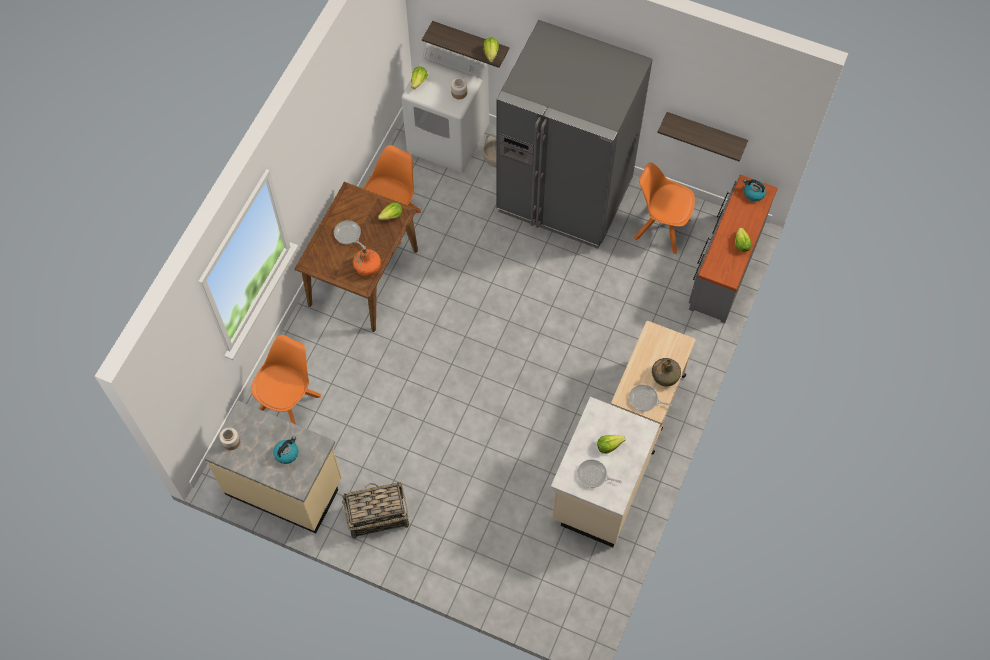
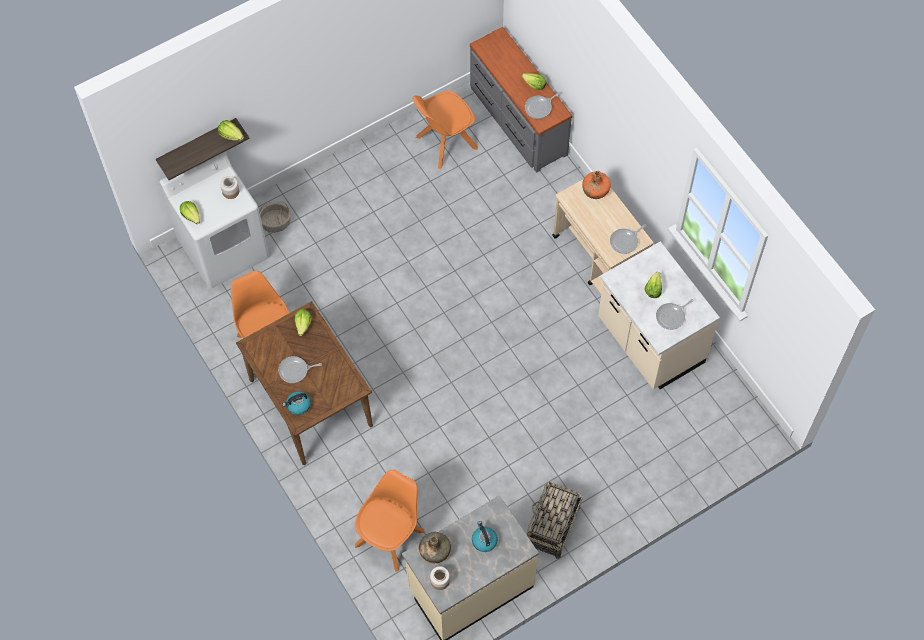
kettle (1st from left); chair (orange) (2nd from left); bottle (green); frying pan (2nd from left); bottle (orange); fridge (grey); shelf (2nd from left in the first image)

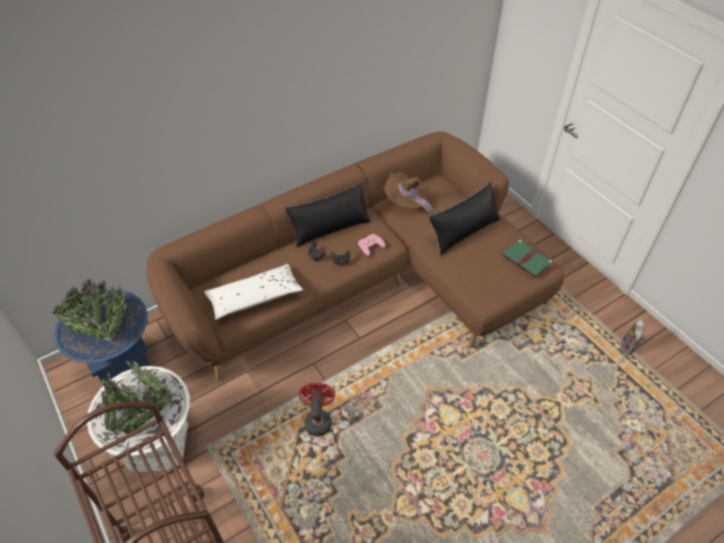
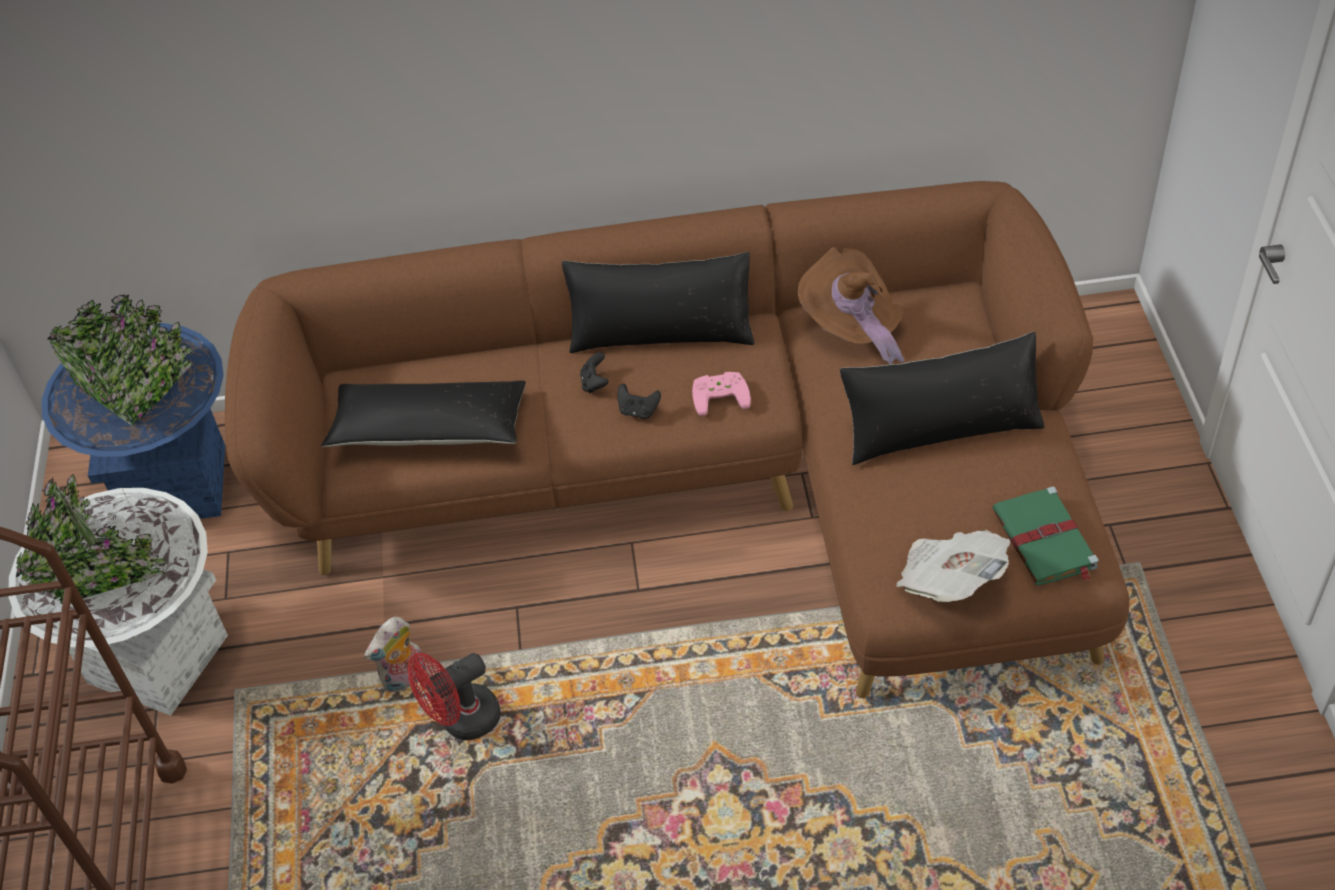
pillow (black) (1st from left); plush toy; fan (red); newspaper

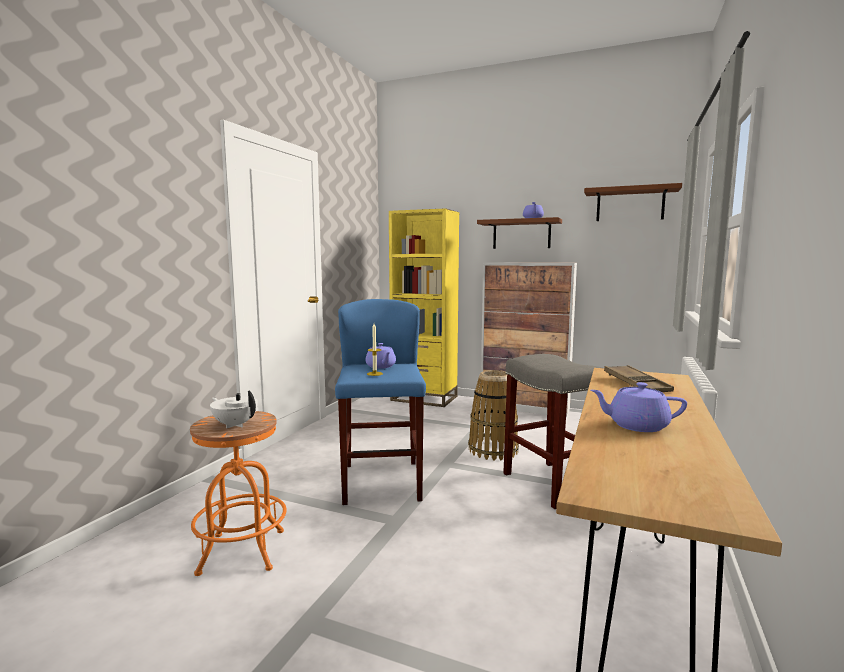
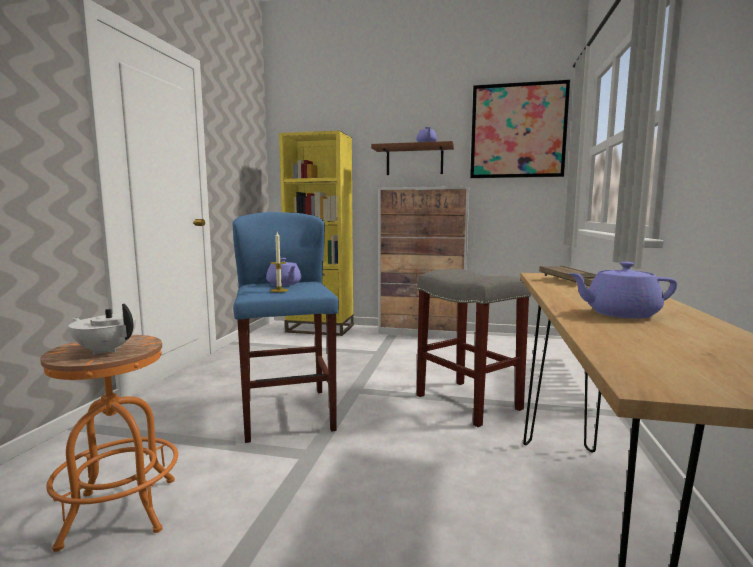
picture; basket

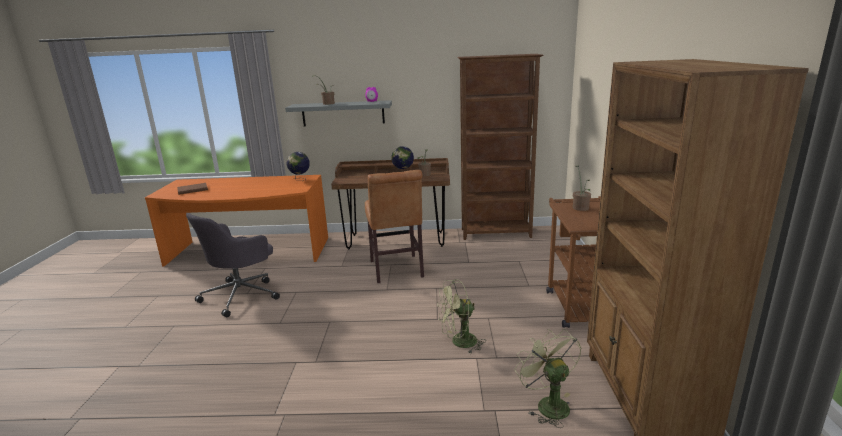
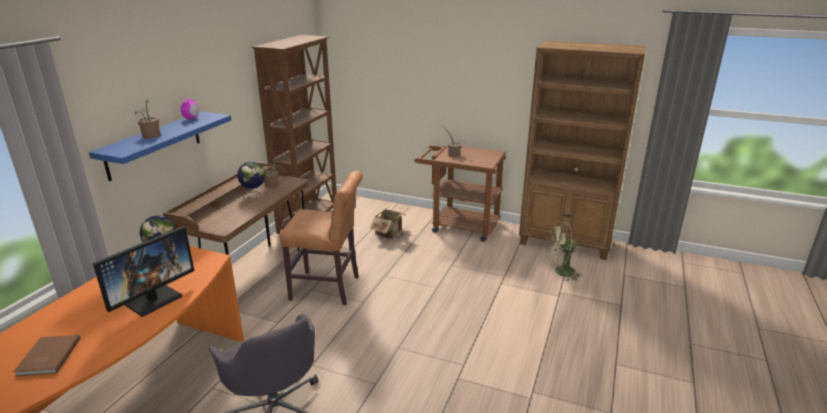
shelf (blue); monitor; cardboard box; fan (green) (1st from left in the first image)

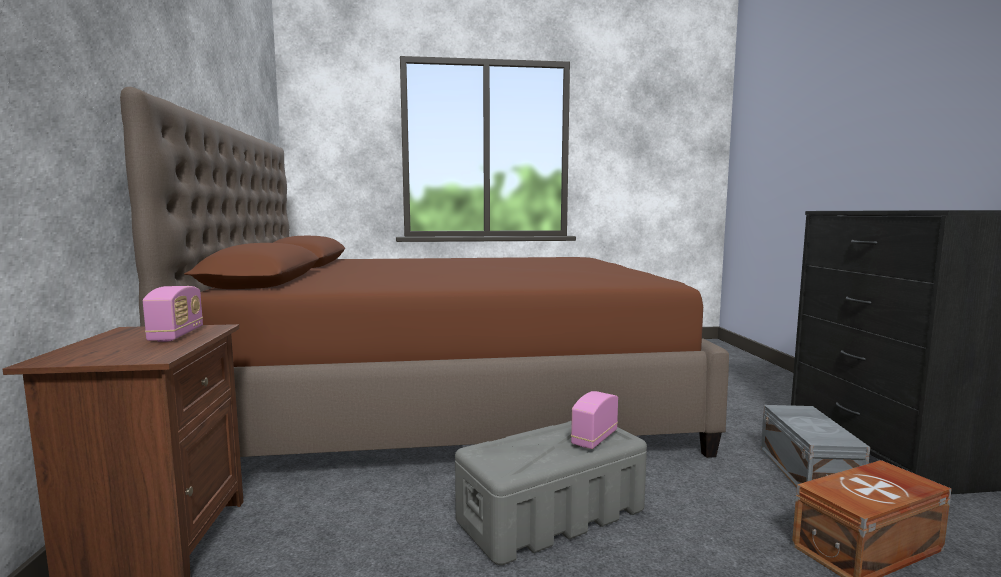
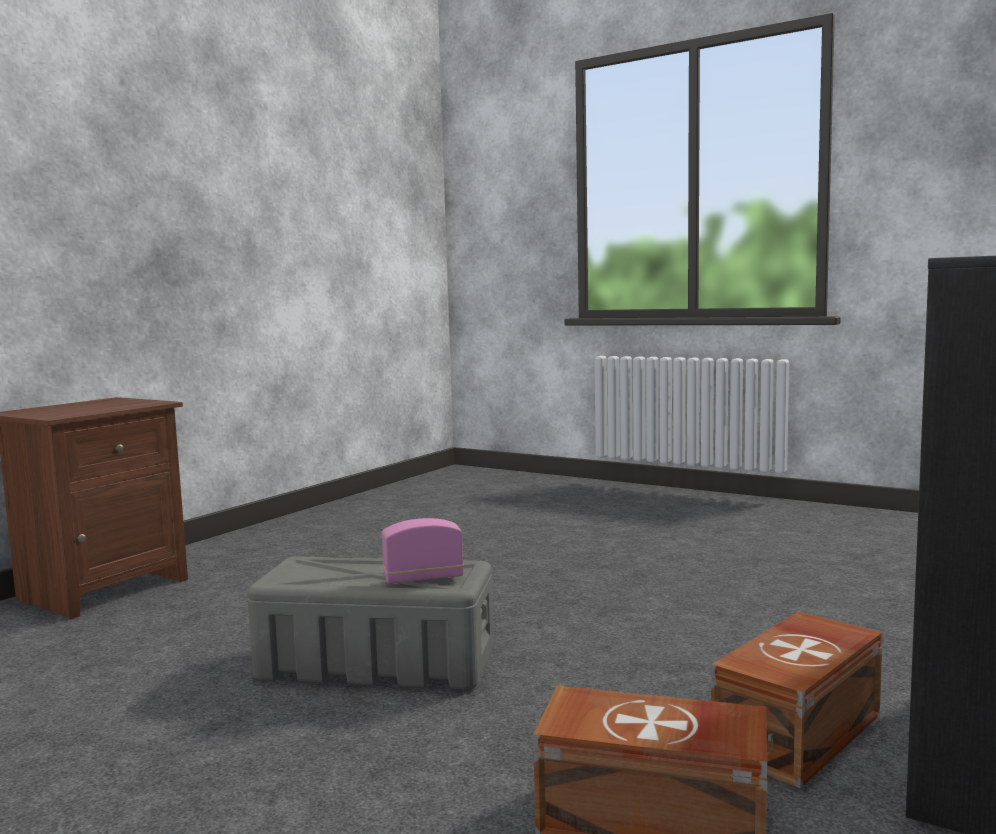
storage box (brown) (2nd from left); bed (brown); radio (1st from left in the first image)

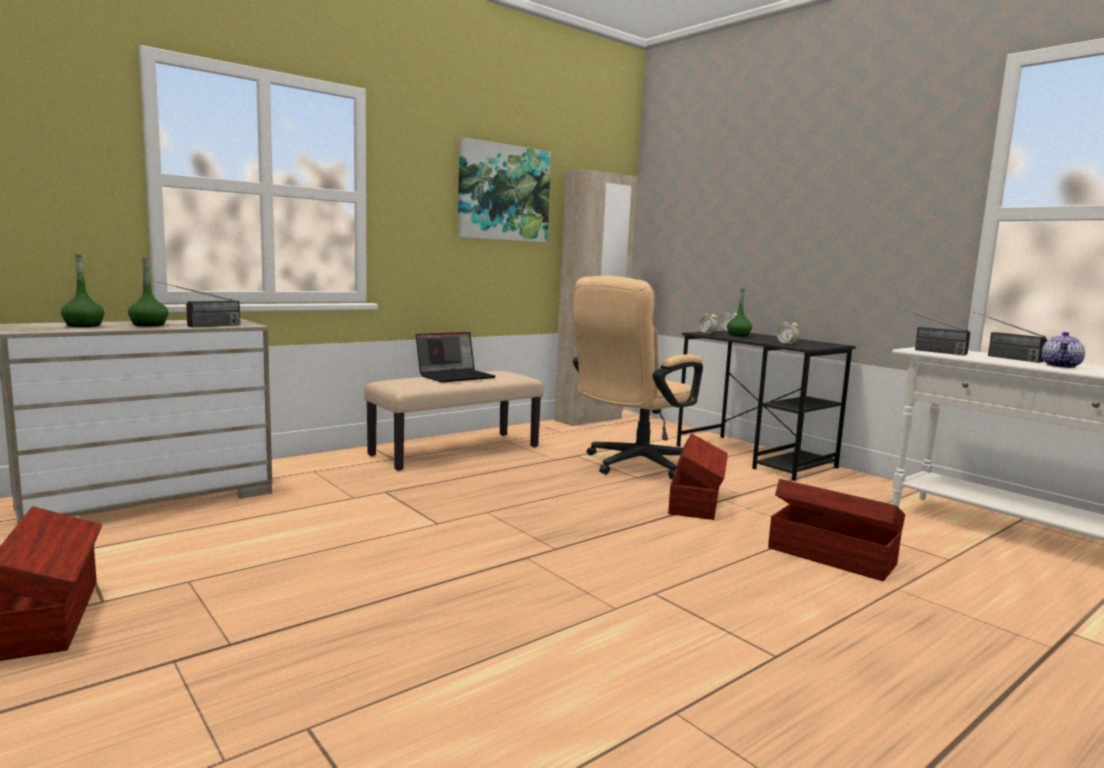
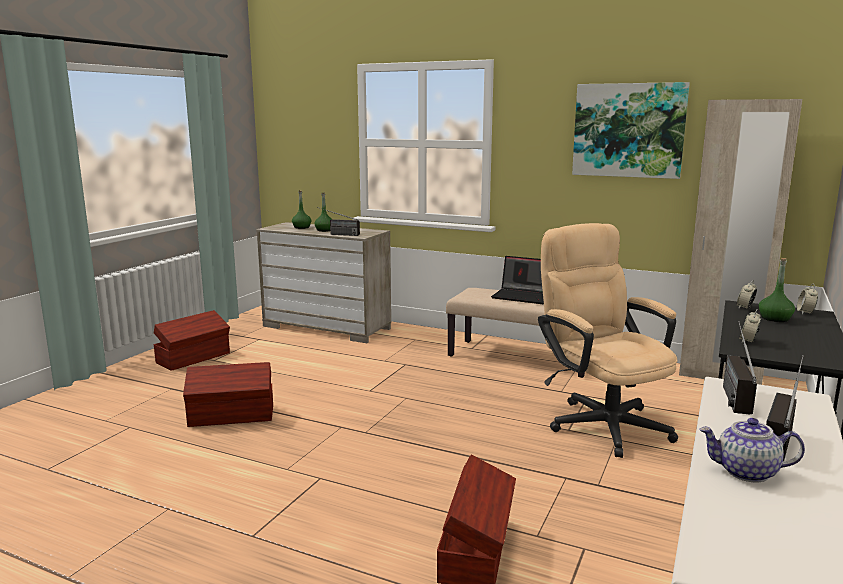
storage box (brown) (2nd from left); office chair (beige)

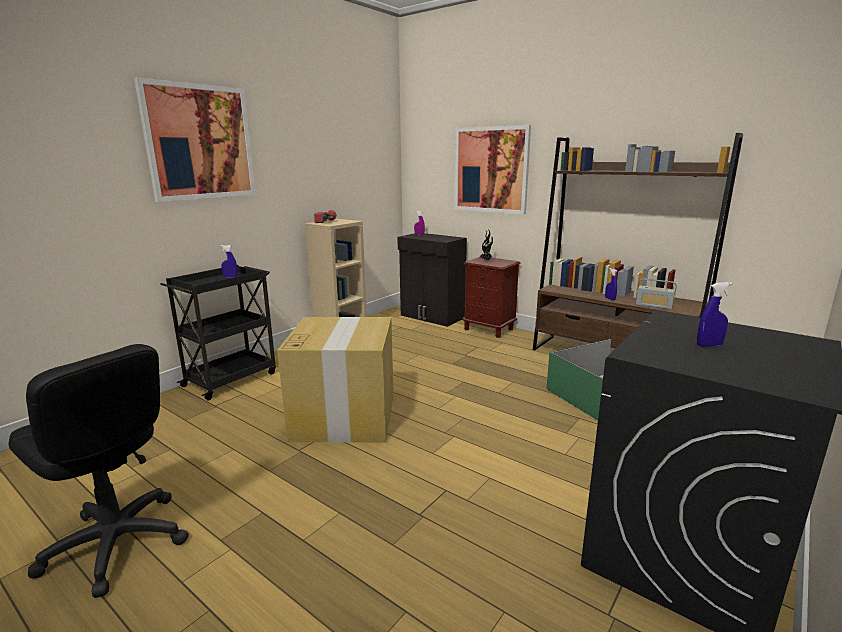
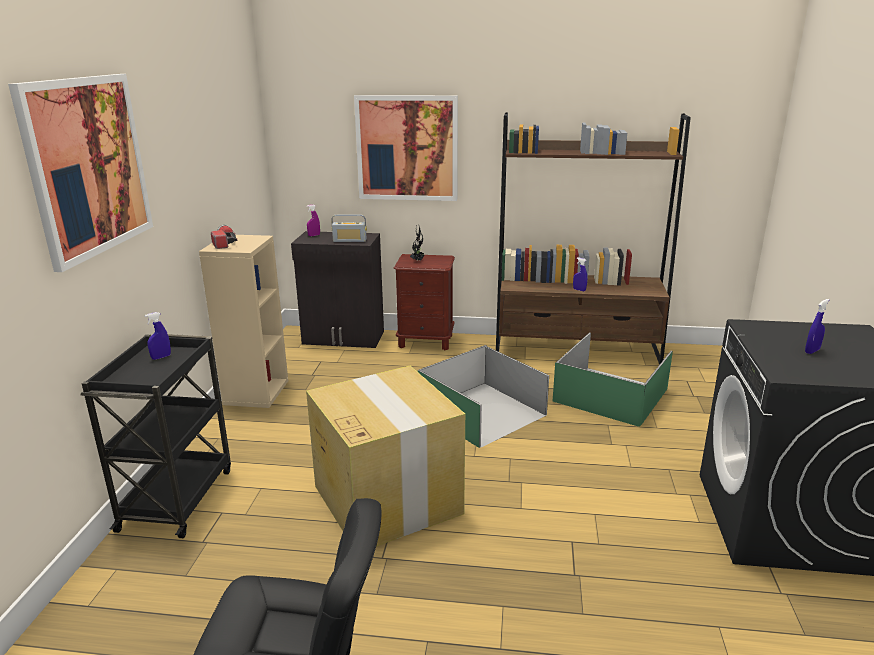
radio; storage box (green) (1st from left)

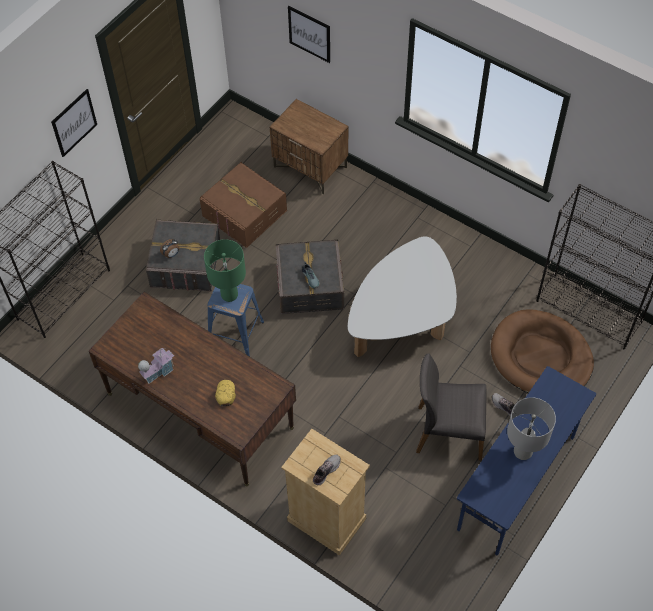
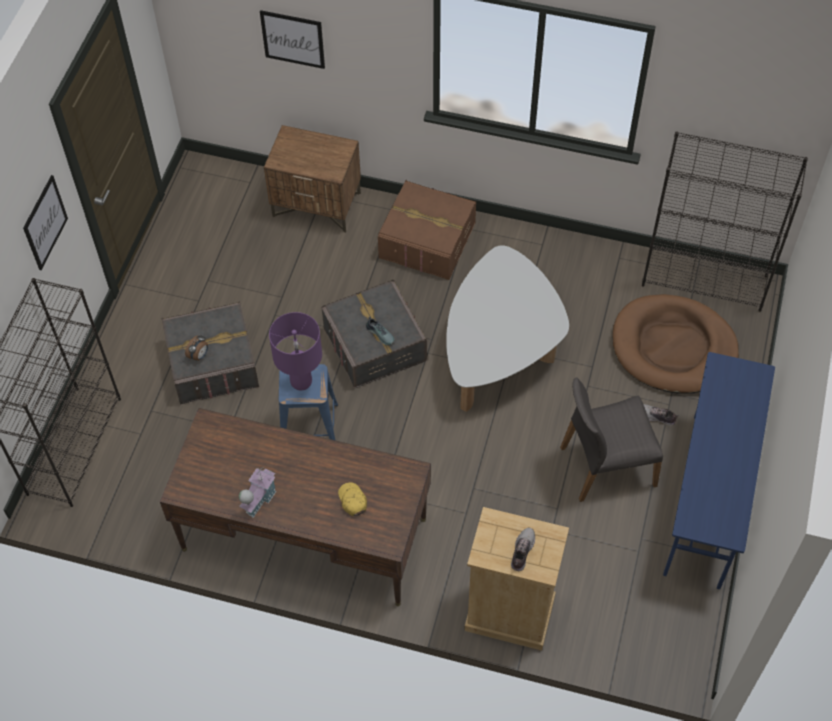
table lamp (purple); storage box (brown); table lamp (grey)

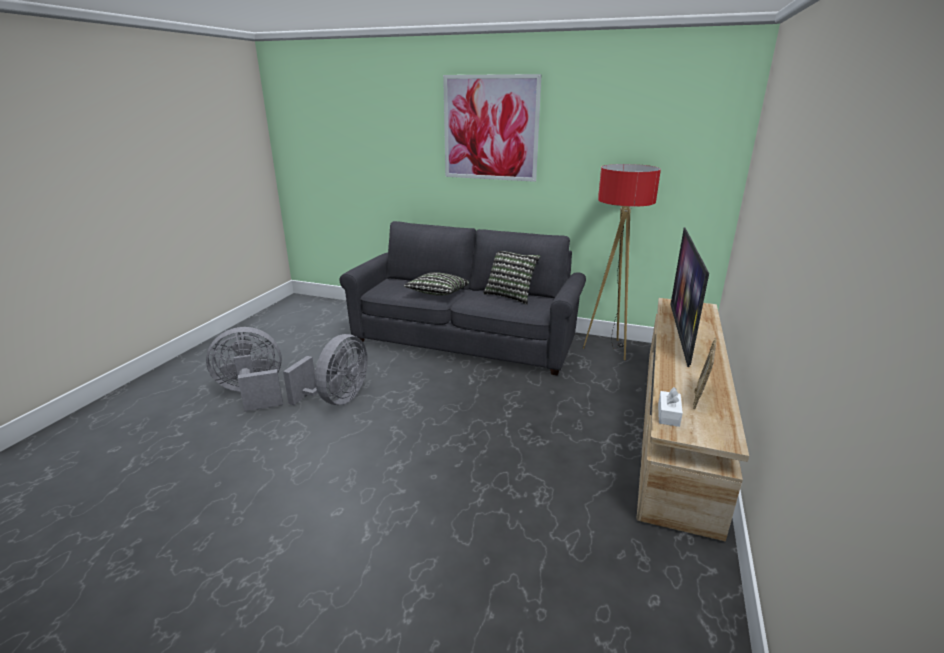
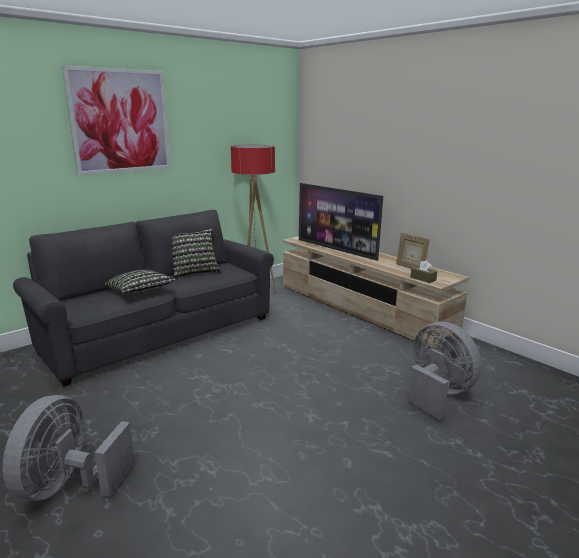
fan (grey) (2nd from left); tissue box (brown)

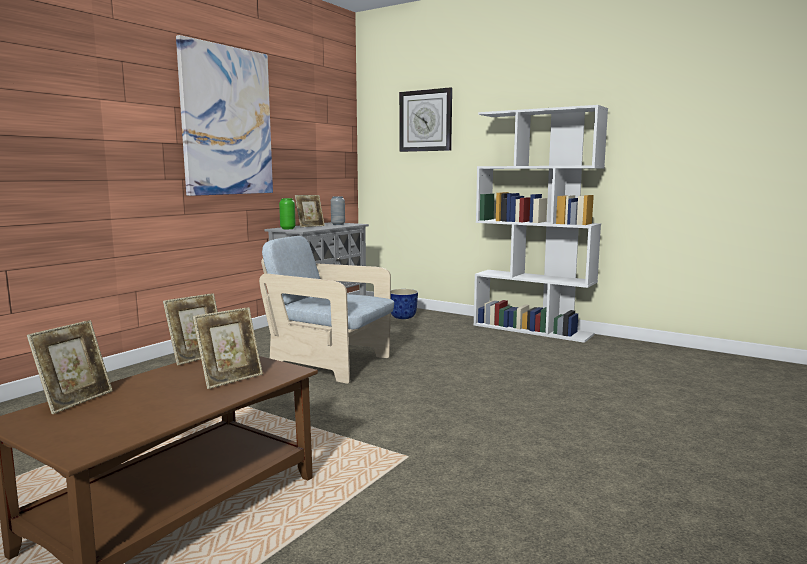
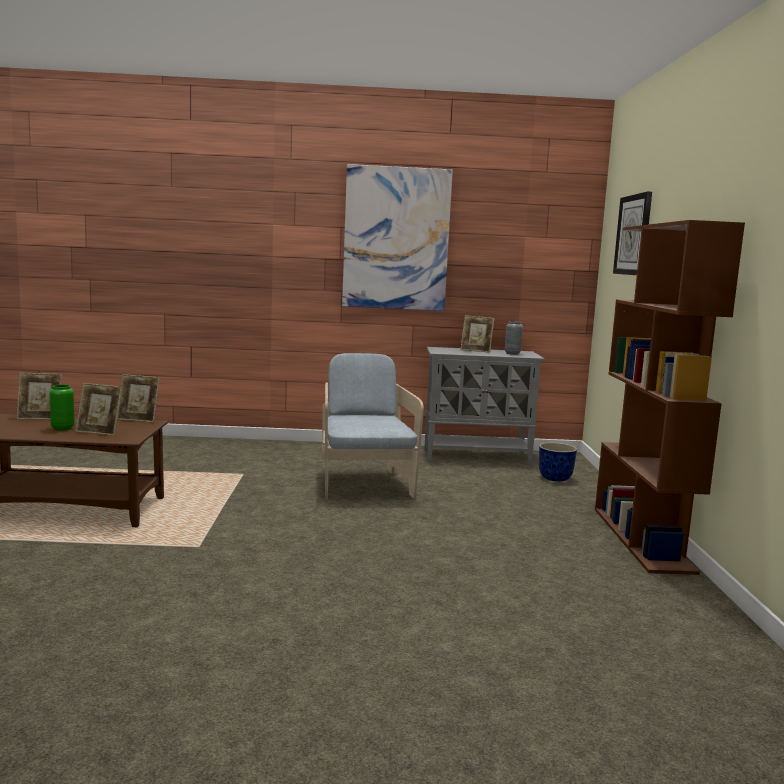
vase (green); bookcase (brown)

